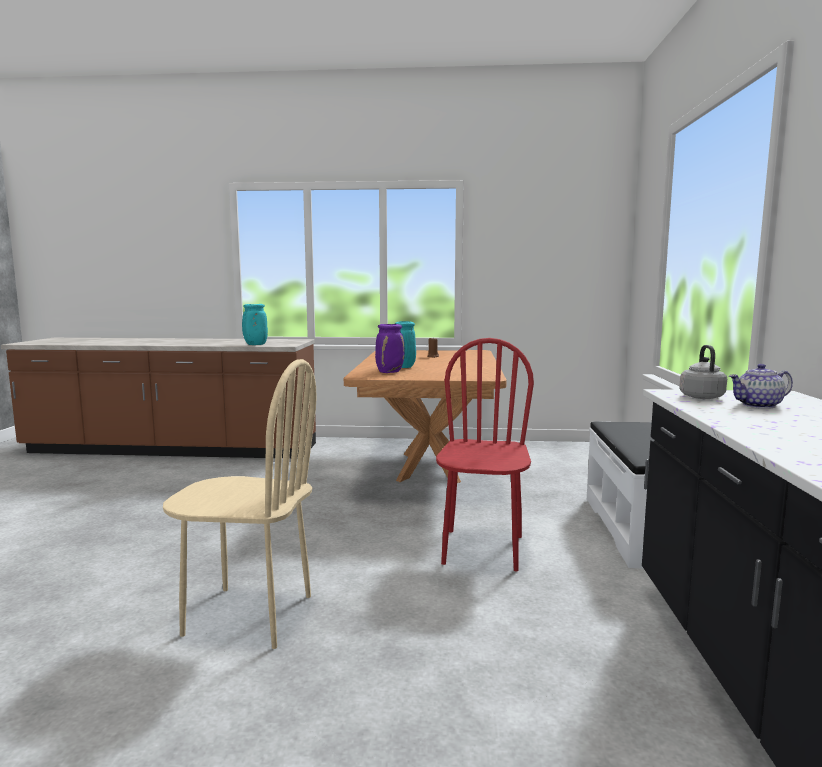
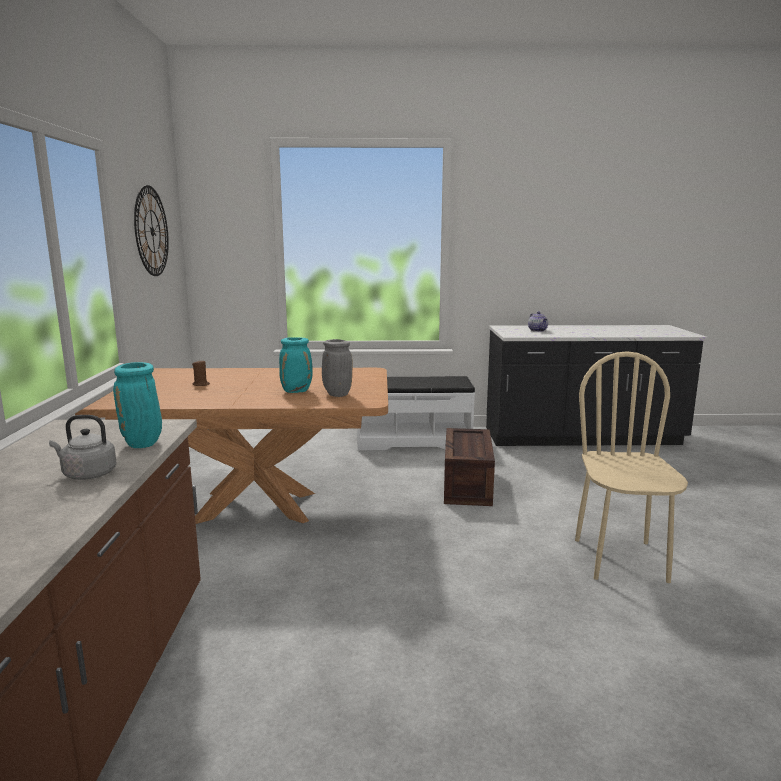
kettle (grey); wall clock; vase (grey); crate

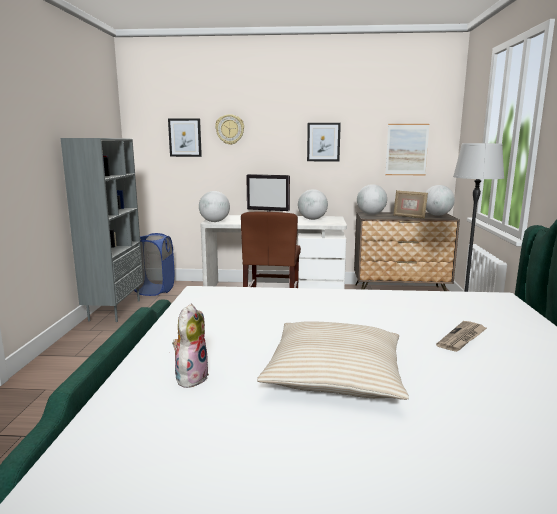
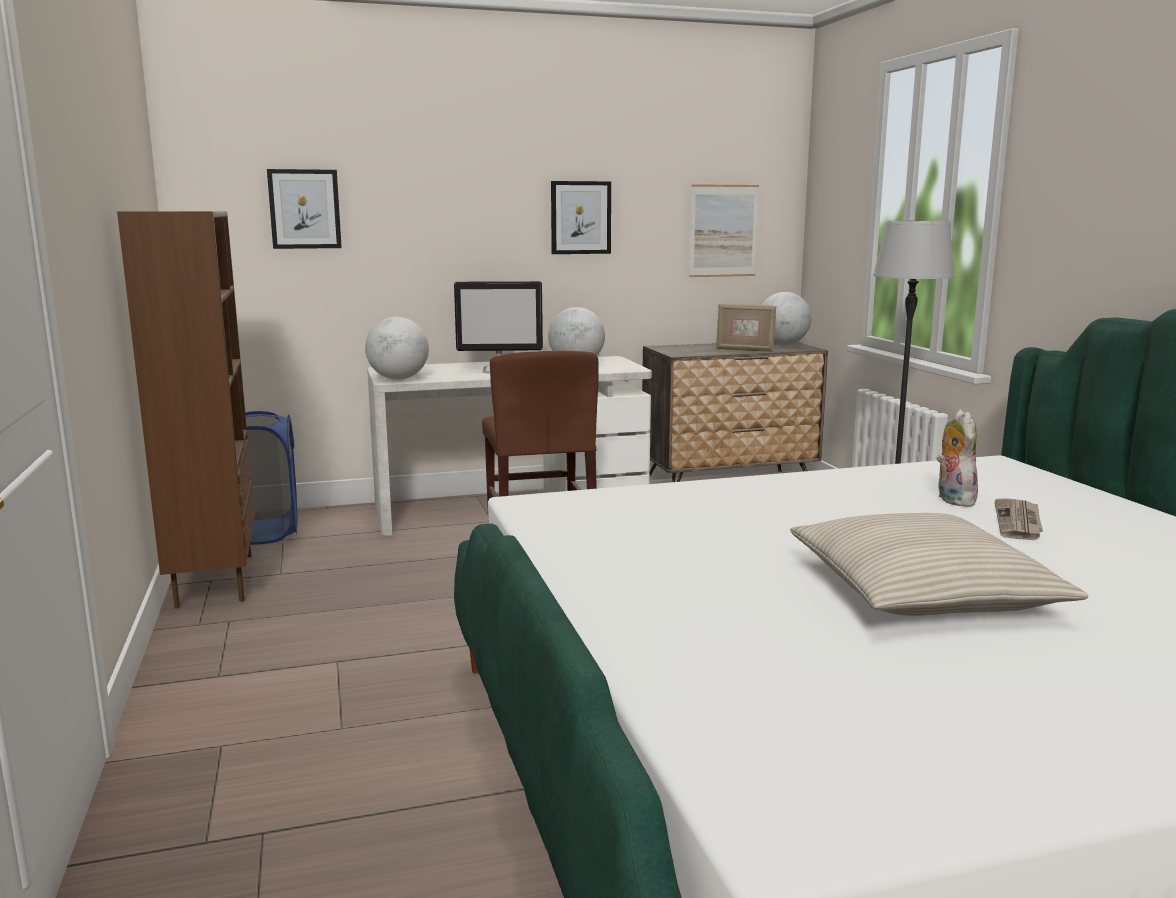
bookcase (brown); plush toy; wall clock; globe (3rd from left in the first image)

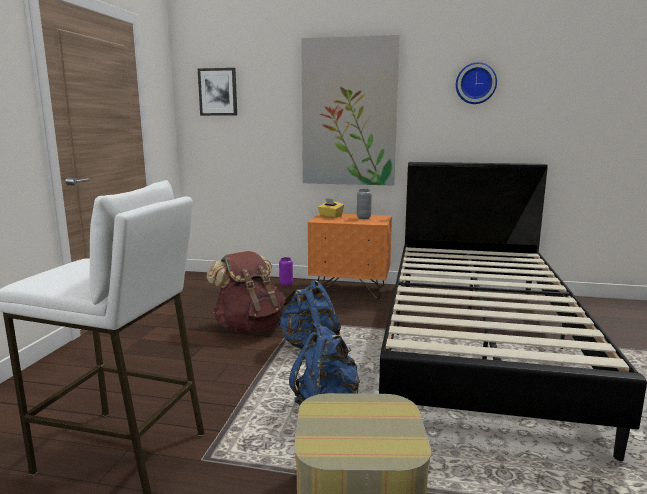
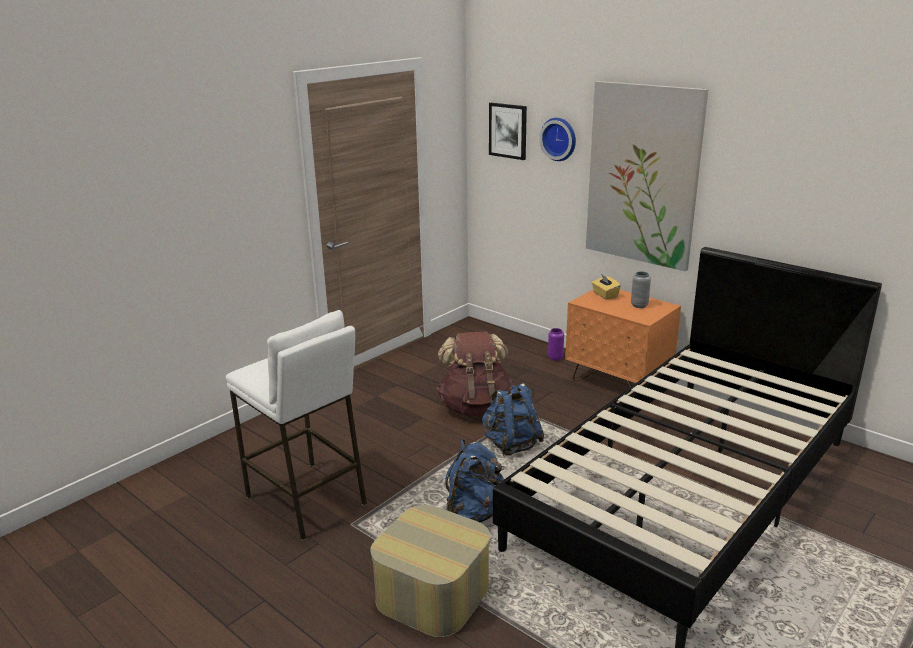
wall clock

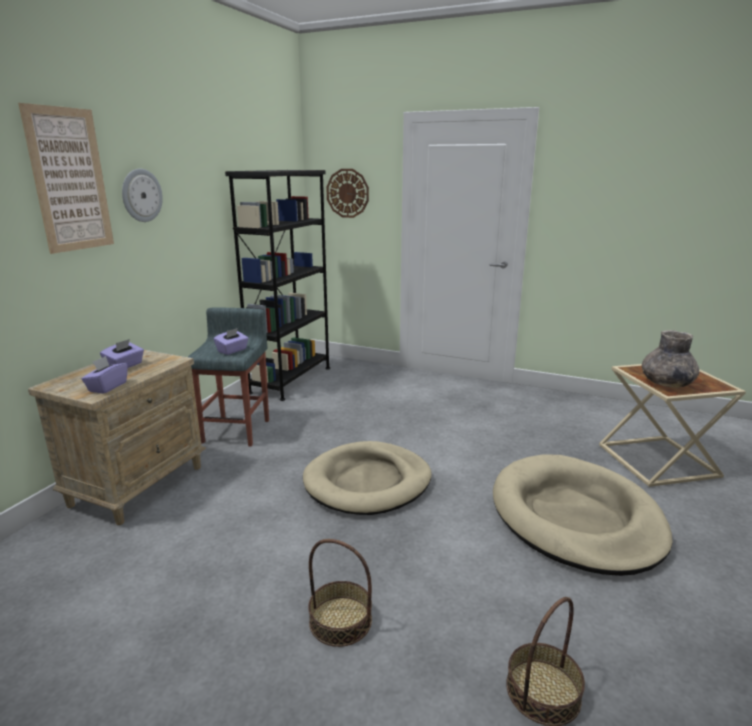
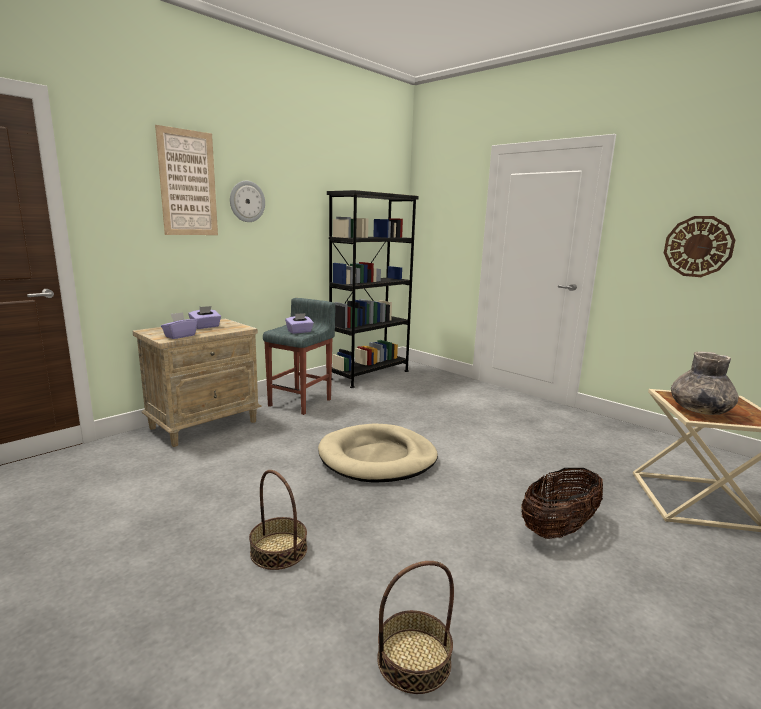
basket (3rd from left); wall clock (2nd from left)

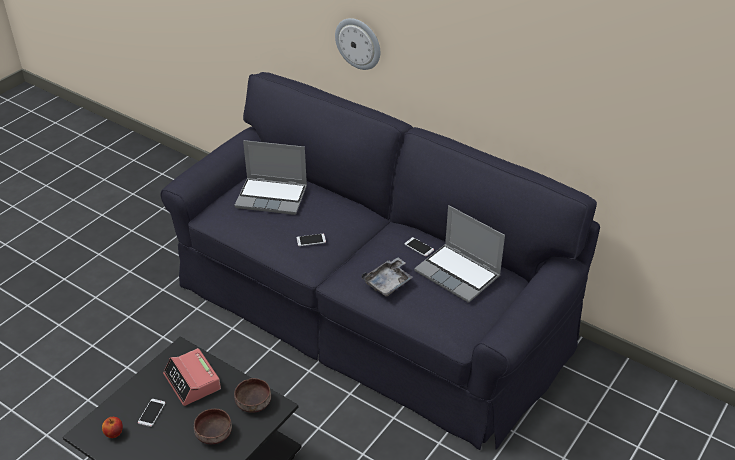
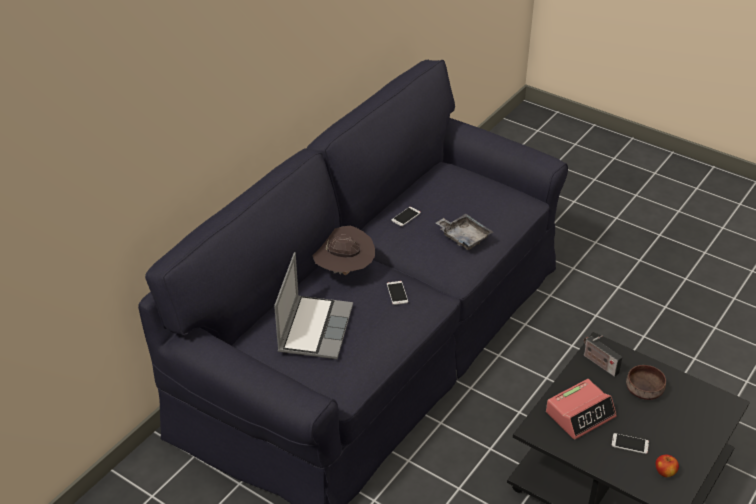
hat (brown); radio; wall clock; laptop (2nd from left in the first image)

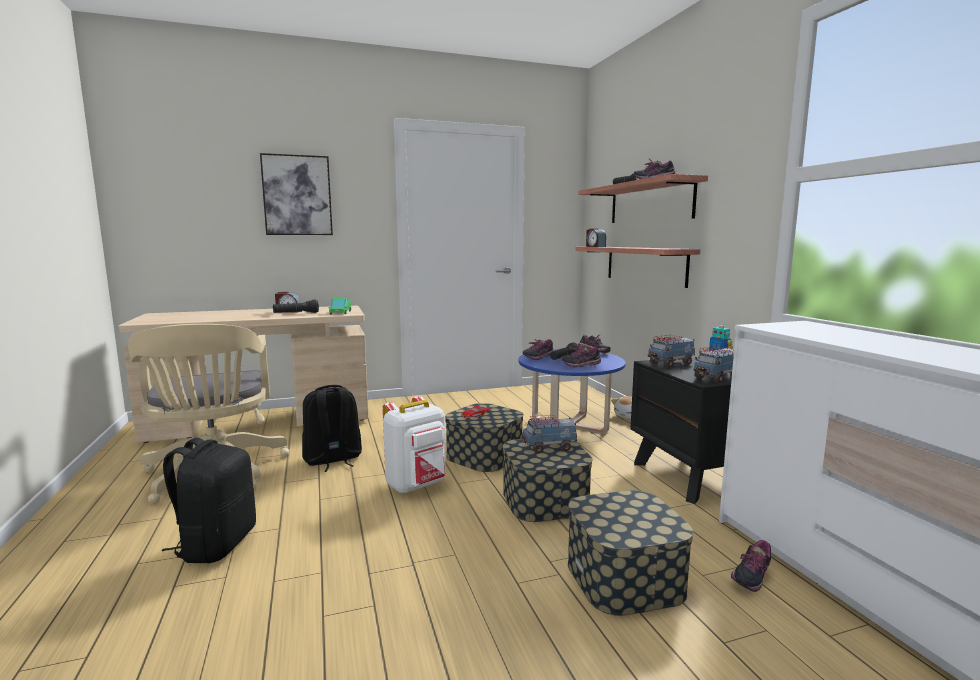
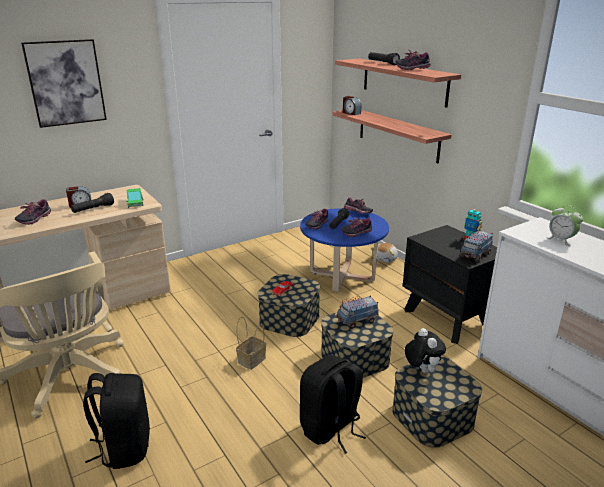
shoe (1st from left); basket; backpack (black) (2nd from left); plush toy (2nd from left); alarm clock (3rd from left); toy truck (3rd from left in the first image)

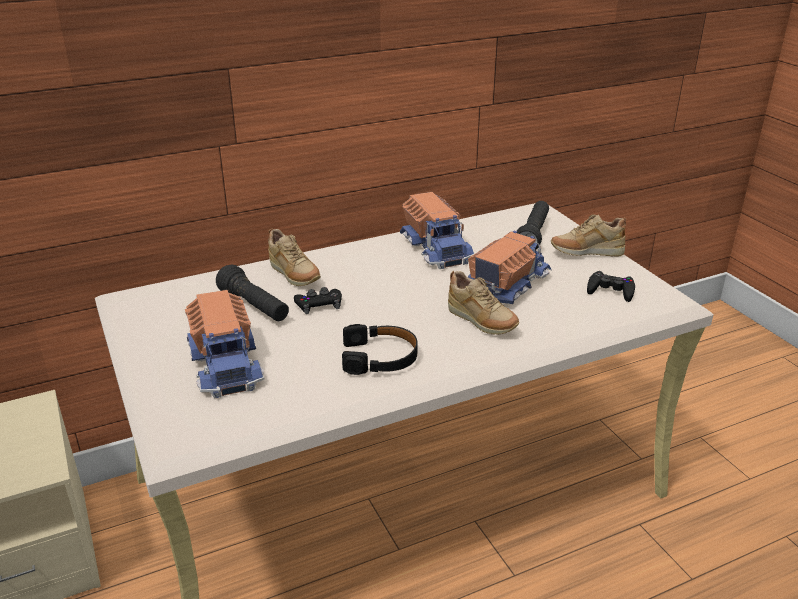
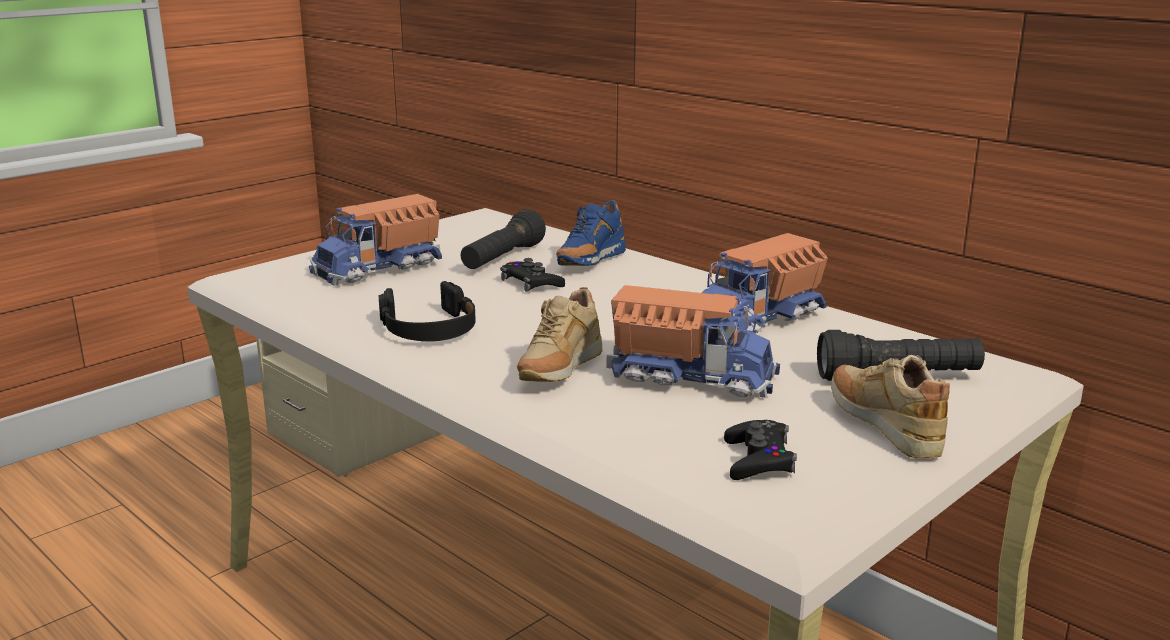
shoe (blue)

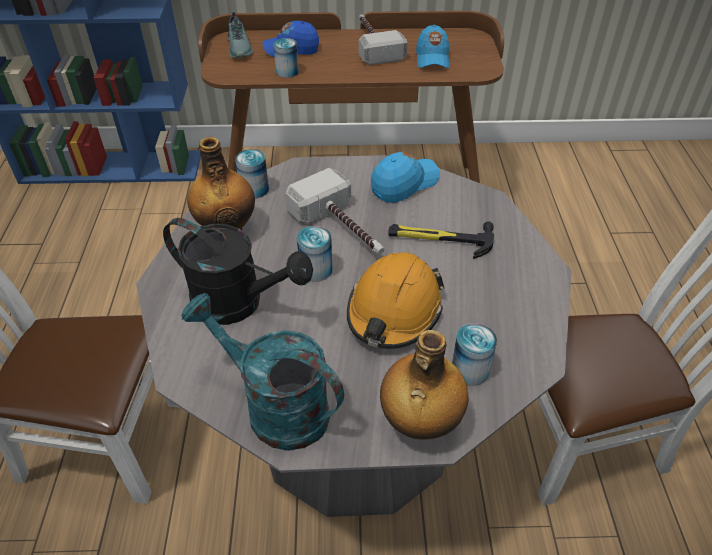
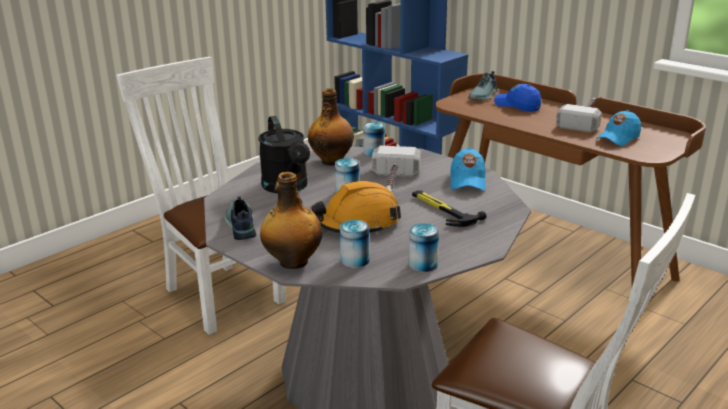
shoe (1st from left); can (4th from left); cap (blue) (1st from left)

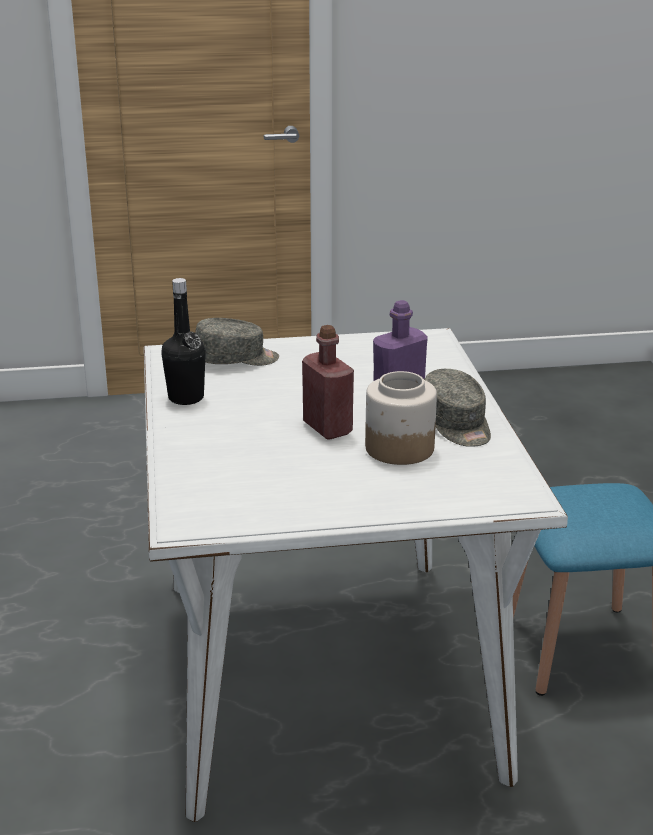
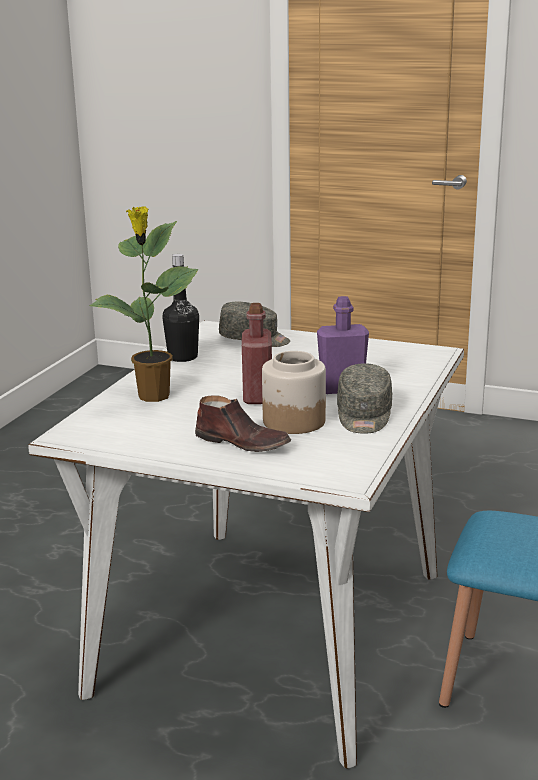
potted plant; shoe (brown)

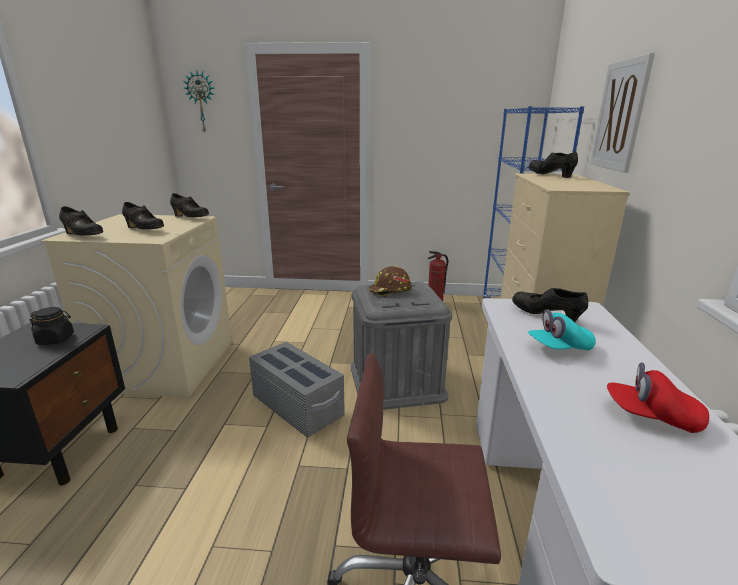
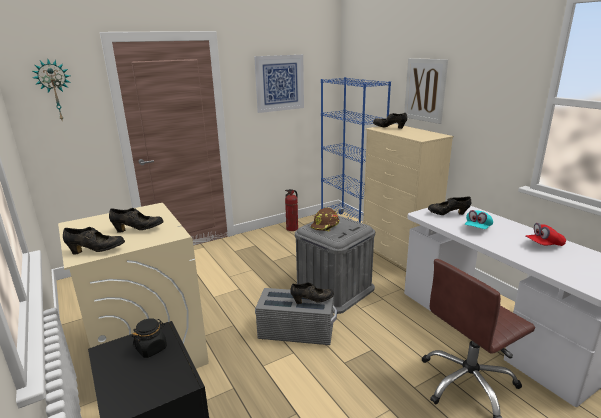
picture (1st from left); shoe (black) (3rd from left)

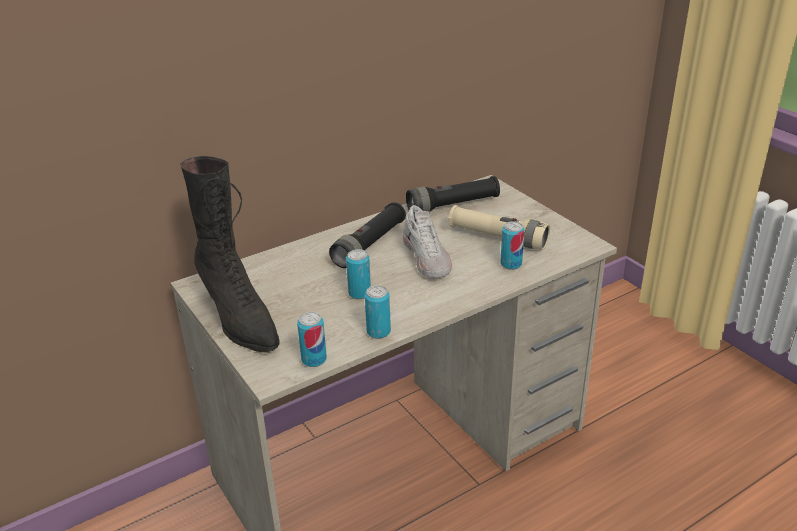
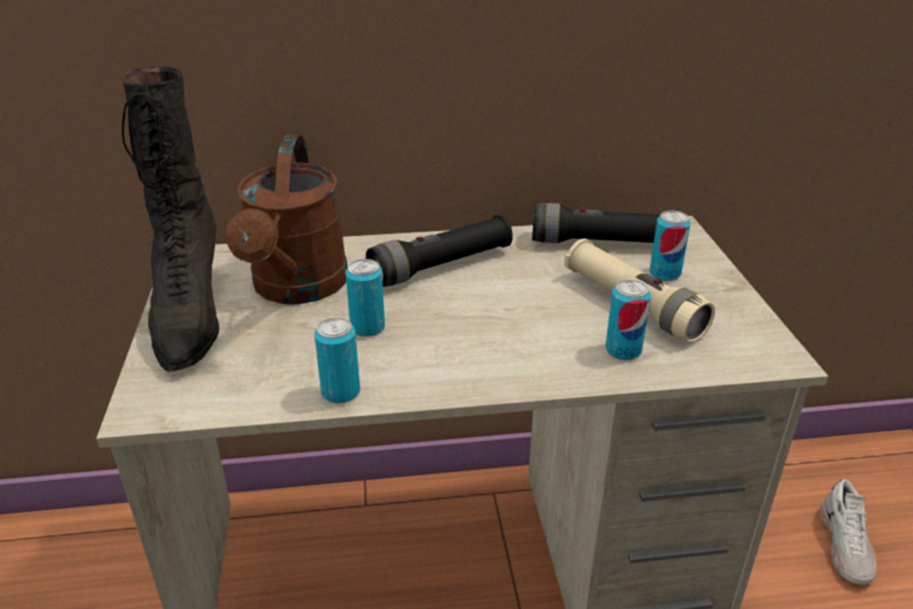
watering can (brown); can (4th from left); shoe (white)

